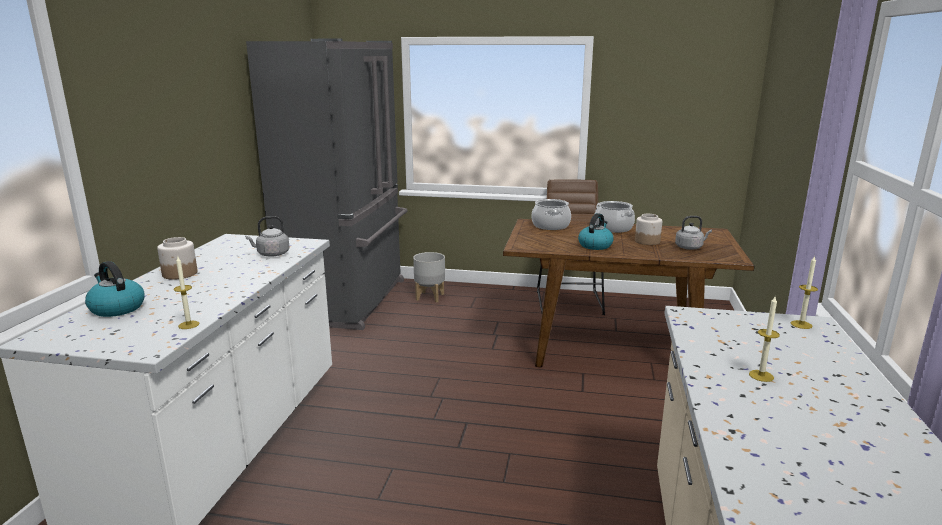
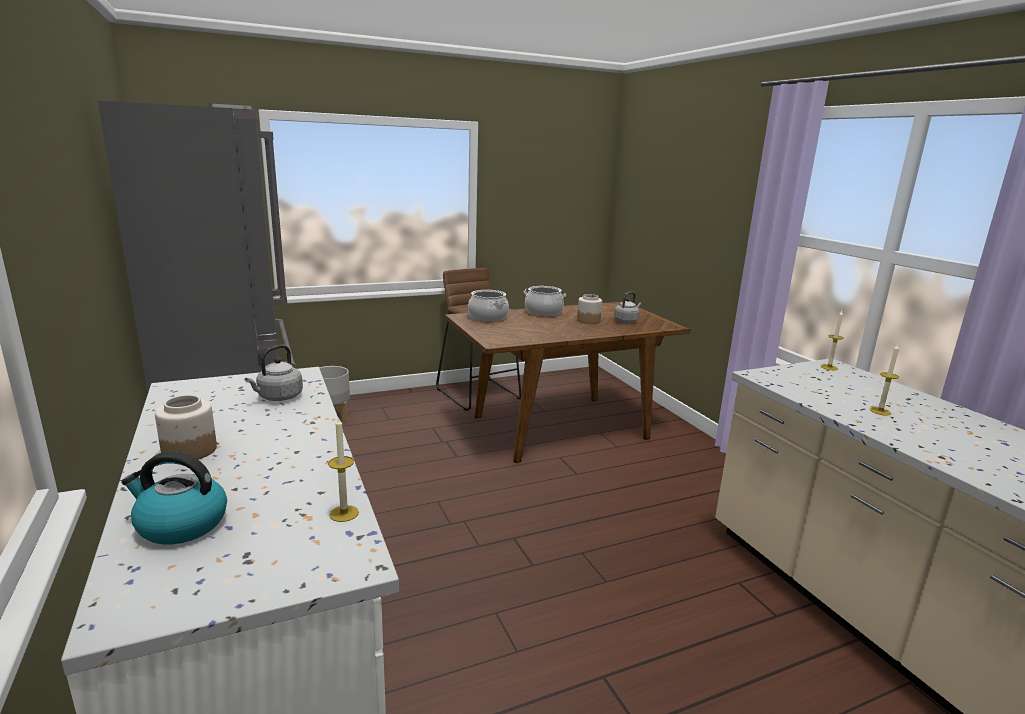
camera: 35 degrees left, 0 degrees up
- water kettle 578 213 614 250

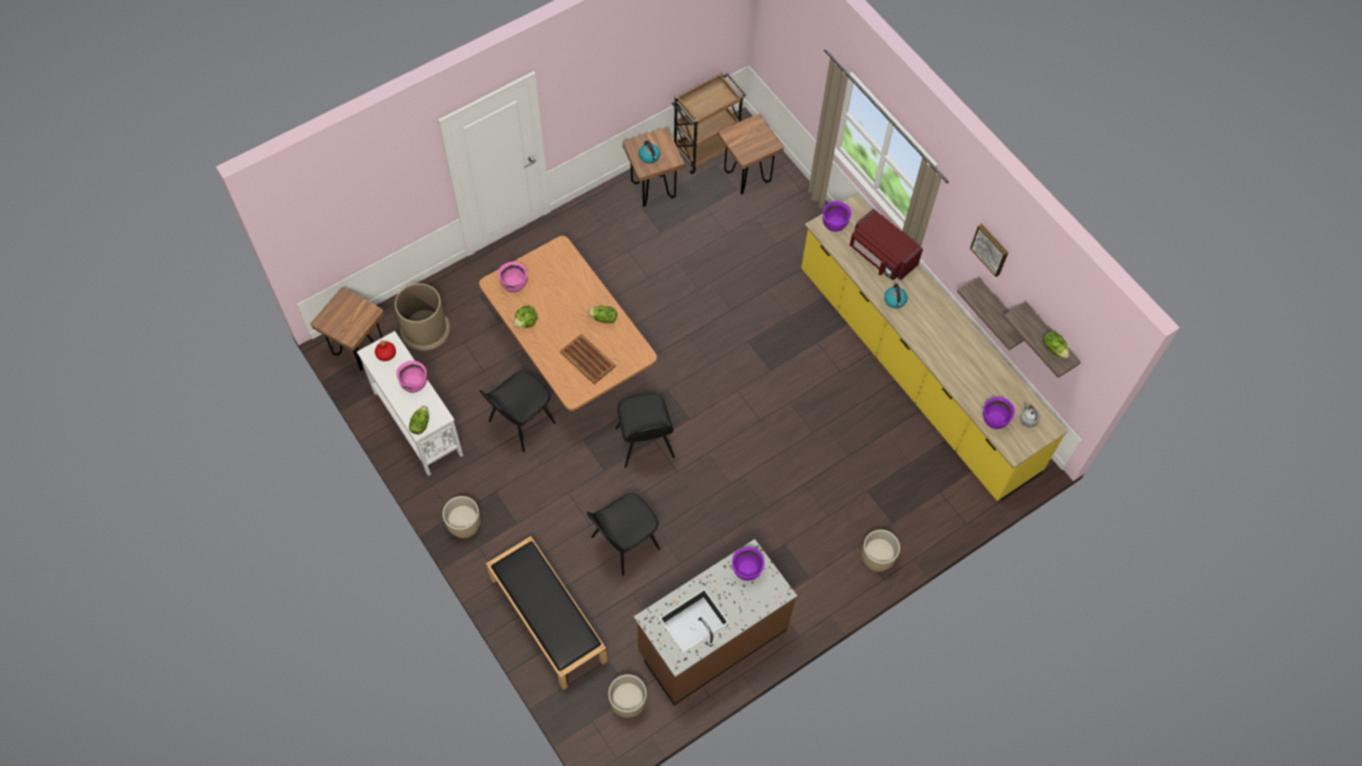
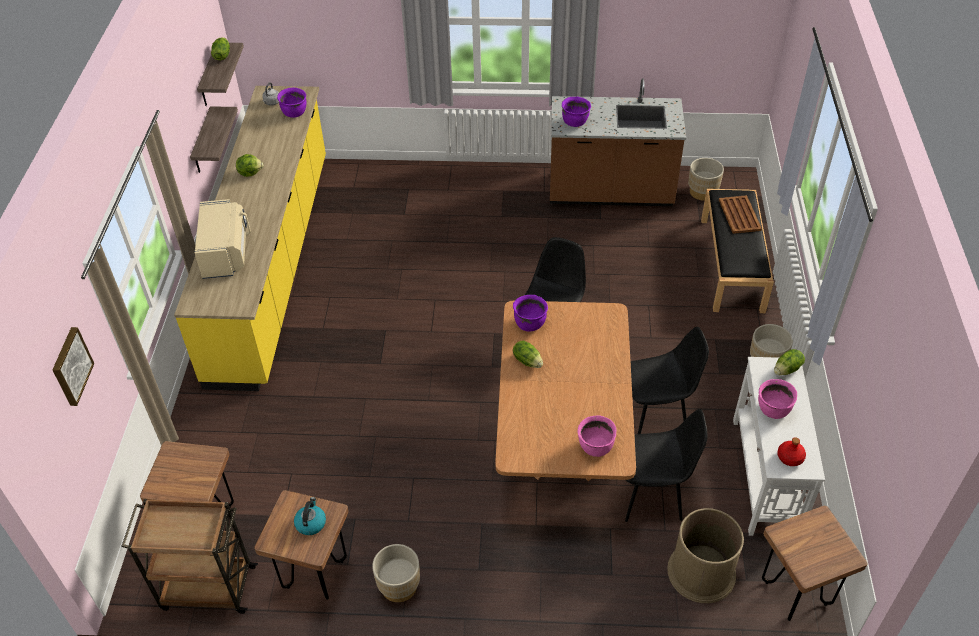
camera: 140 degrees left, 15 degrees down
~ saucepot (purplish) 823 201 851 232 to 513 295 548 332
~ microwave oven (red-coloured) 850 209 923 280 to microwave oven (beige-coloured) 195 199 251 279
~ wall picture 970 224 1008 277 to 52 327 94 406
- water kettle 884 284 908 308
~ lettuce 513 306 537 328 to 236 154 263 177
~ carrying tray (brown) 560 334 616 384 to 719 195 762 234
~ chair (black-coloured) 587 493 660 576 to 625 409 708 522
~ flower pot (beige-coloured) 862 530 900 572 to 372 544 420 602

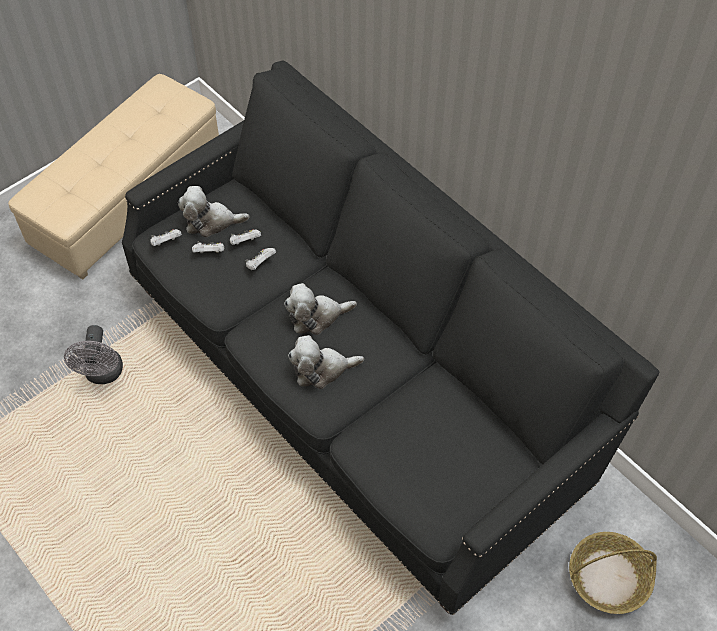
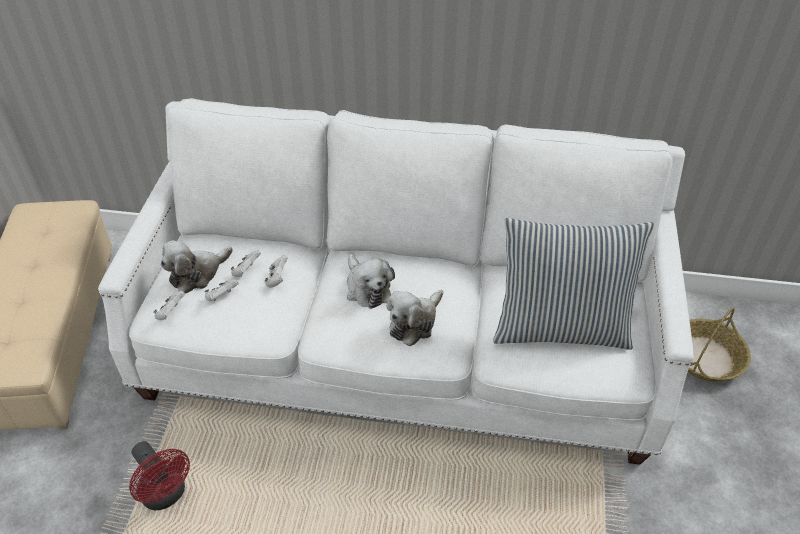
camera: 40 degrees left, 10 degrees down
~ couch (black-coloured) 122 60 659 615 to couch (whitish) 98 98 694 465
~ cuddly toy 284 283 357 335 = 347 254 395 309 60 degrees counterclockwise
~ cooling fan (grey) 64 325 123 384 to cooling fan (red-coloured) 129 441 190 510
+ throw pillow 493 218 654 350

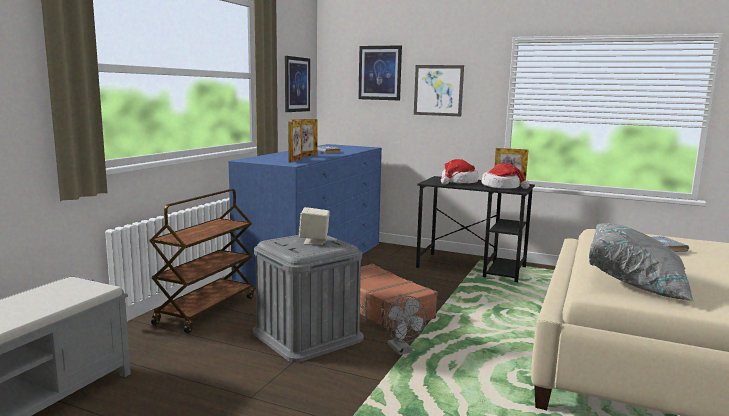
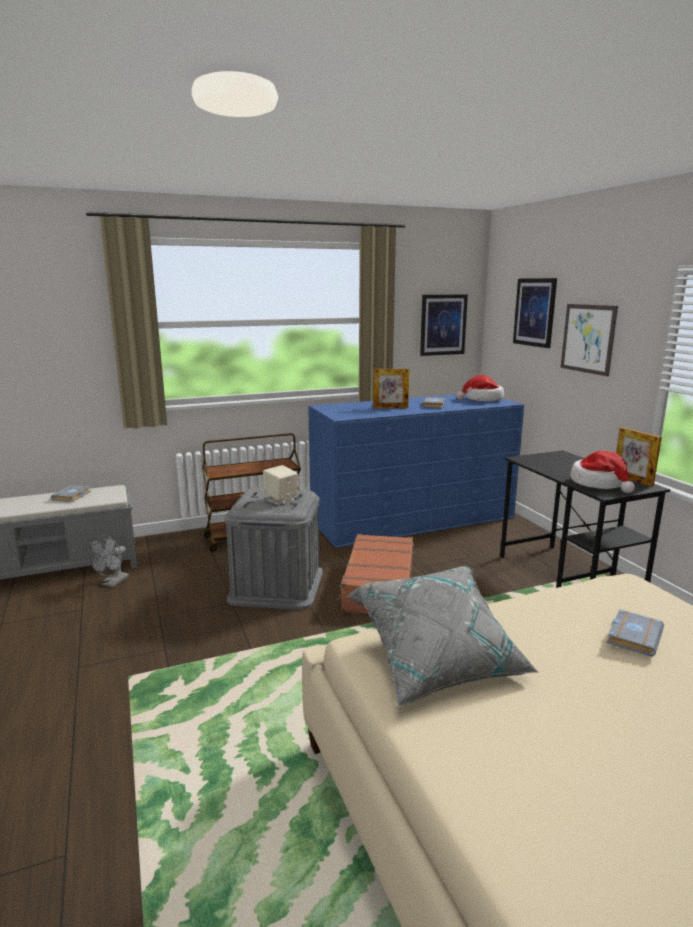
camera: 45 degrees right, 5 degrees up
- standing frame 288 120 303 163
~ wearable hat 441 159 478 185 to 456 375 504 401
~ cooling fan (grey) 386 296 427 355 to 88 535 129 587
+ book (grey) 51 485 91 502

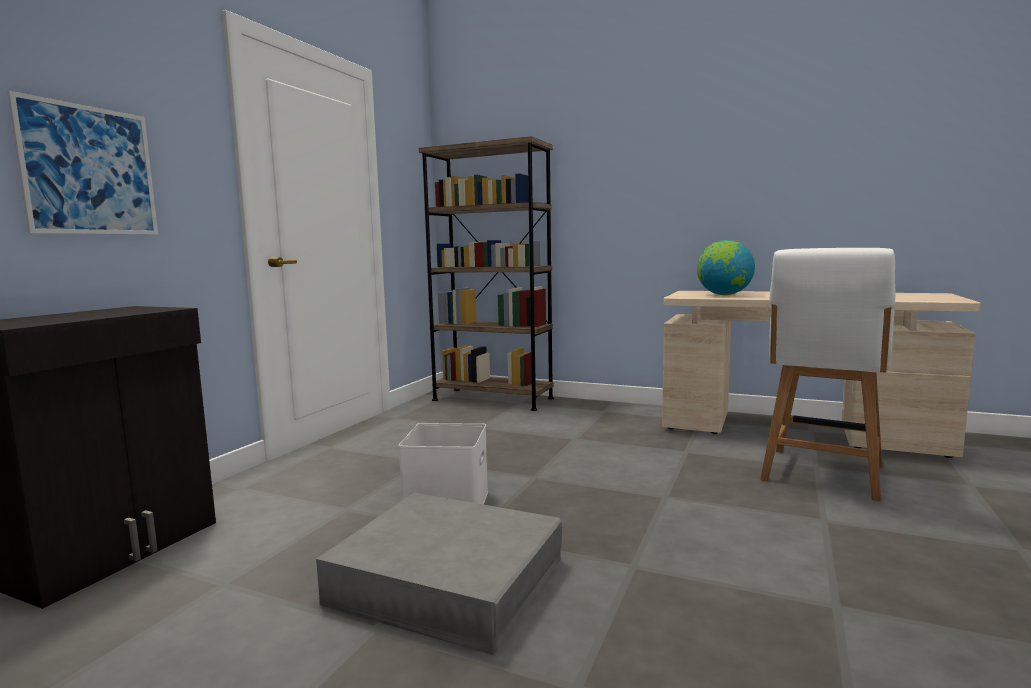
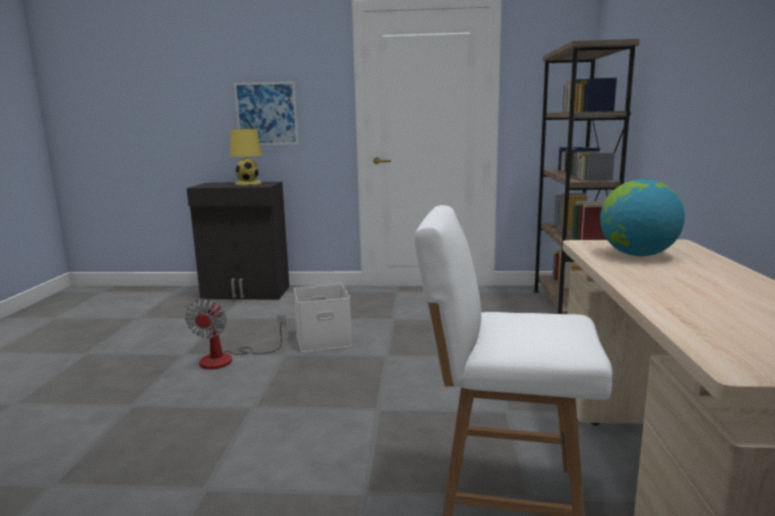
camera: 70 degrees right, 5 degrees up
~ storage box (grey) 316 493 562 655 to cooling fan 185 299 286 369
+ tabletop lamp (yellow-coloured) 230 129 262 185

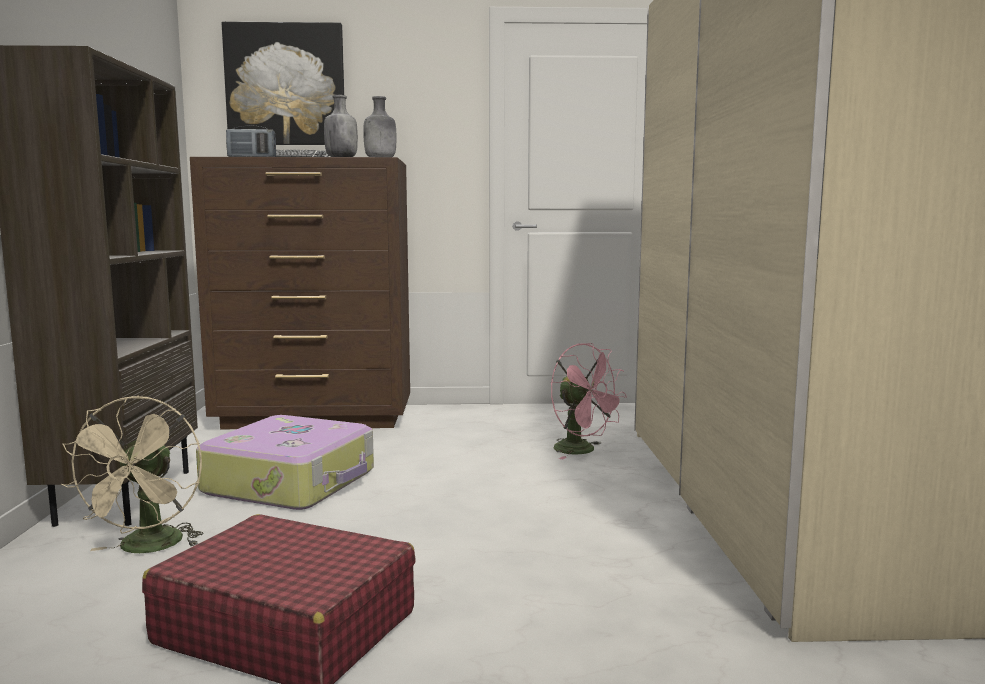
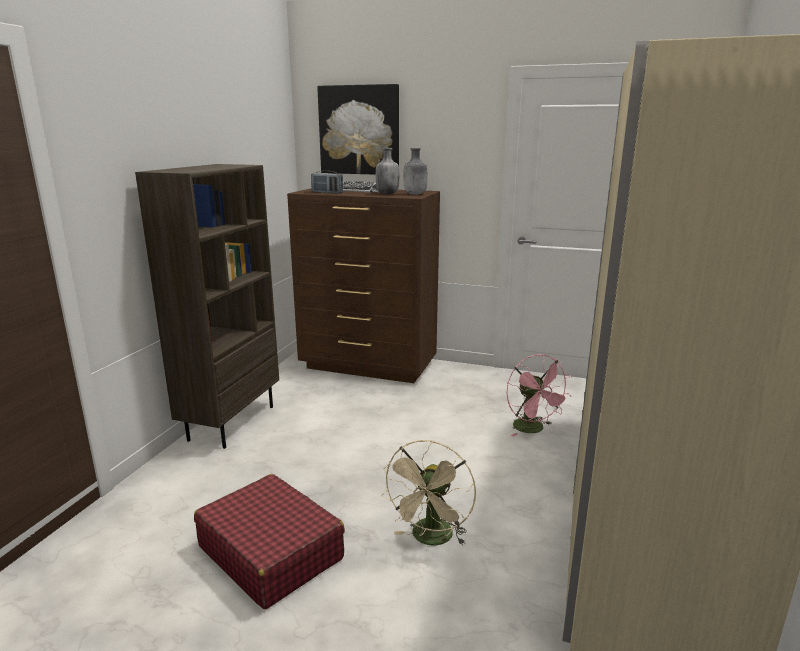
camera: 20 degrees right, 10 degrees up
~ cooling fan (beige-coloured) 61 395 204 553 to 381 440 476 546
- travel case 196 415 374 510

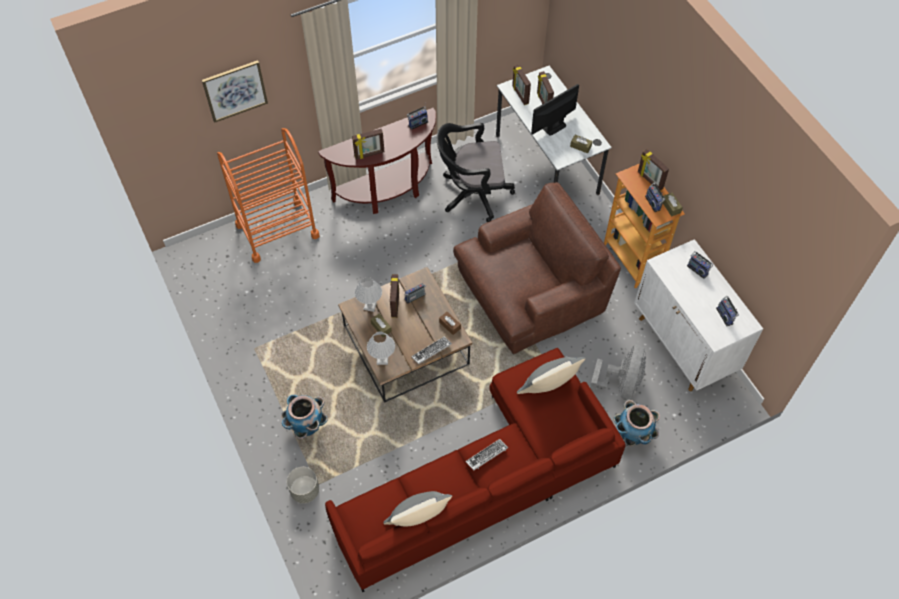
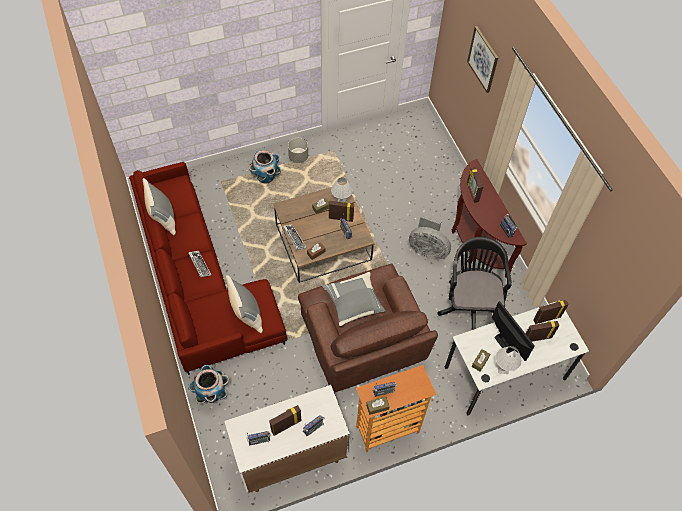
camera: 95 degrees right, 0 degrees up
- cart (orange-coloured) 217 128 320 263
~ standing frame 638 149 669 191 to 269 405 302 436
~ tabletop lamp (whitish) 367 331 395 365 to 496 346 522 374
~ cooling fan (grey) 590 344 646 400 to 409 214 451 260
~ flower pot (grey) 287 467 319 503 to 288 138 308 163
+ throw pillow (grey) 322 272 386 326

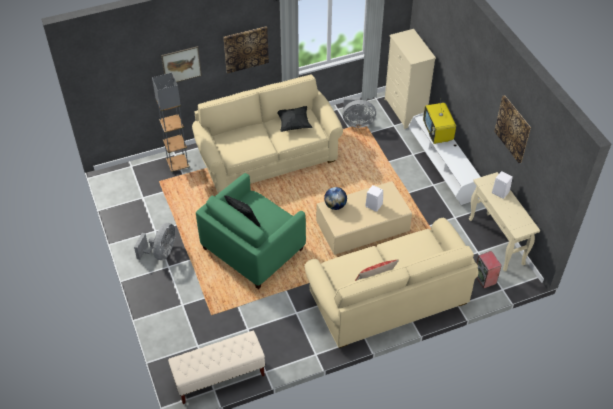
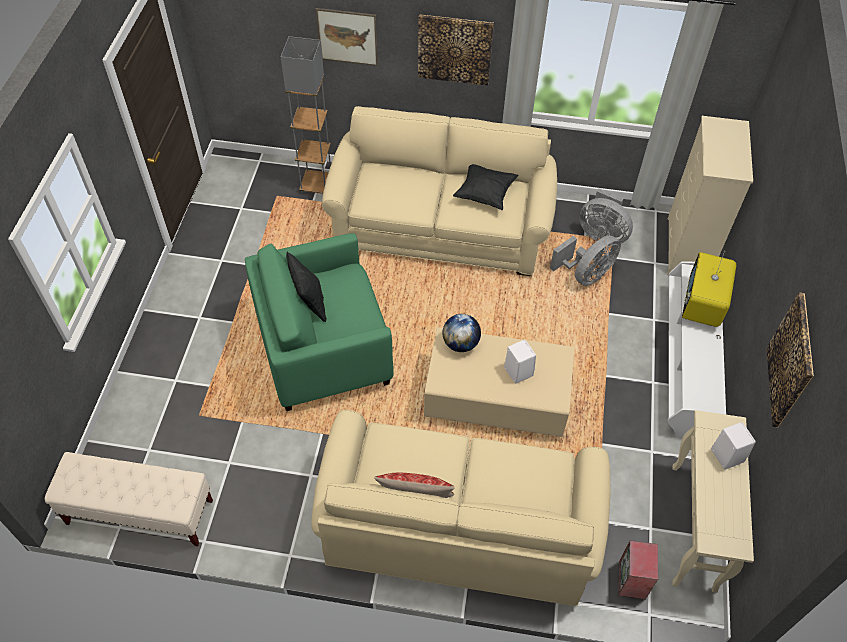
camera: 30 degrees right, 5 degrees up
~ cooling fan (grey) 134 223 175 260 to 550 235 621 286

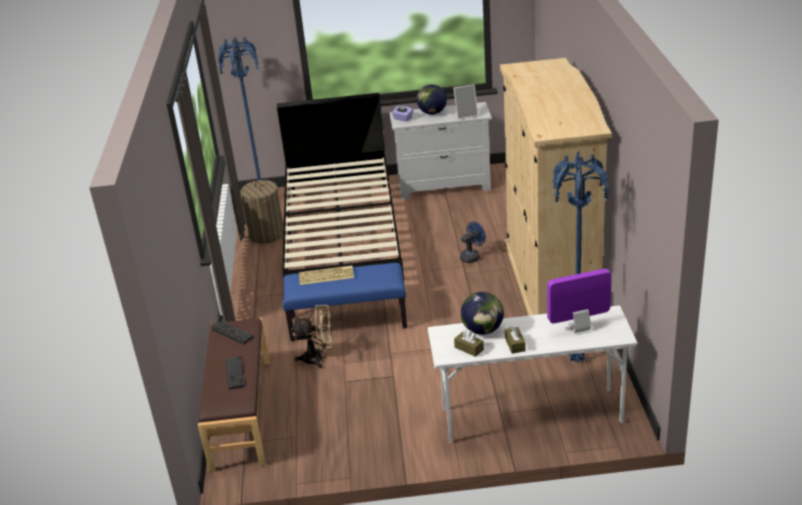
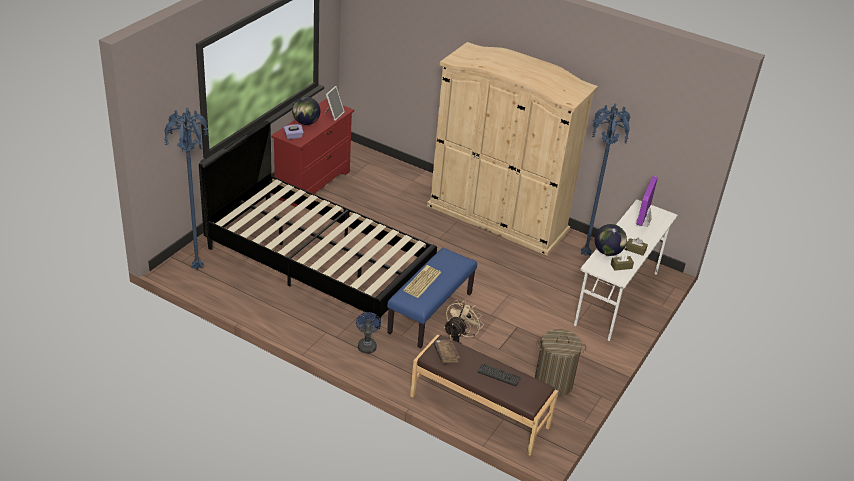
camera: 60 degrees left, 5 degrees up
~ dresser (whitish) 389 102 492 200 to dresser (red-coloured) 271 99 354 207
~ washing basket 240 180 284 244 to 535 329 586 397
~ cooling fan (blue-coloured) 460 221 486 263 to 356 312 381 354
~ keyboard 212 321 254 344 to book (brown) 433 339 460 364

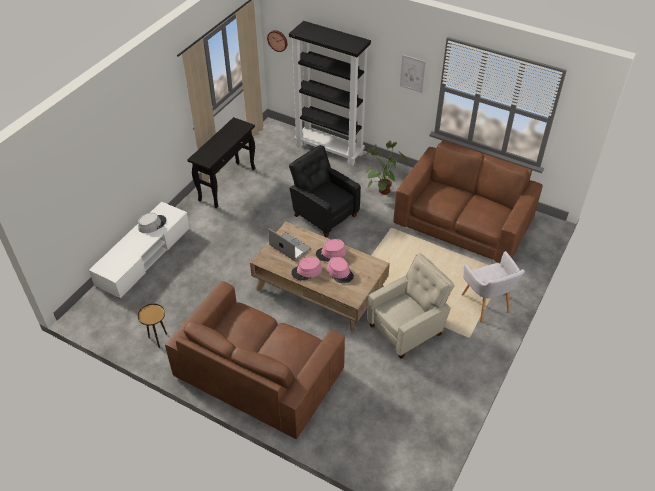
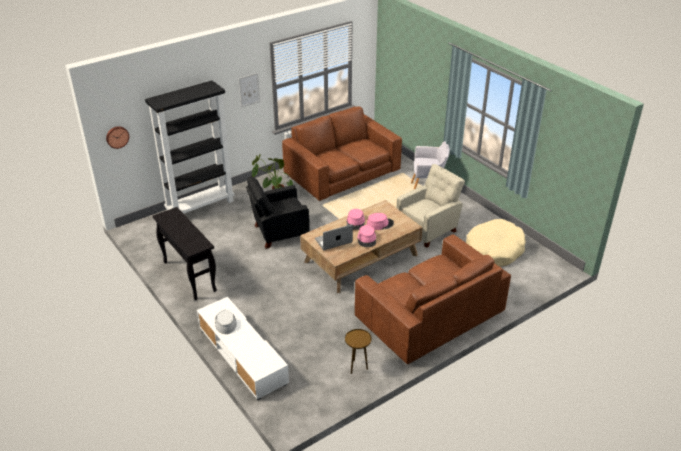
camera: 65 degrees left, 10 degrees down
~ easy chair (beige-coloured) 367 253 455 359 = 397 164 465 248 60 degrees clockwise
+ pet bed (beige-coloured) 466 219 526 267

